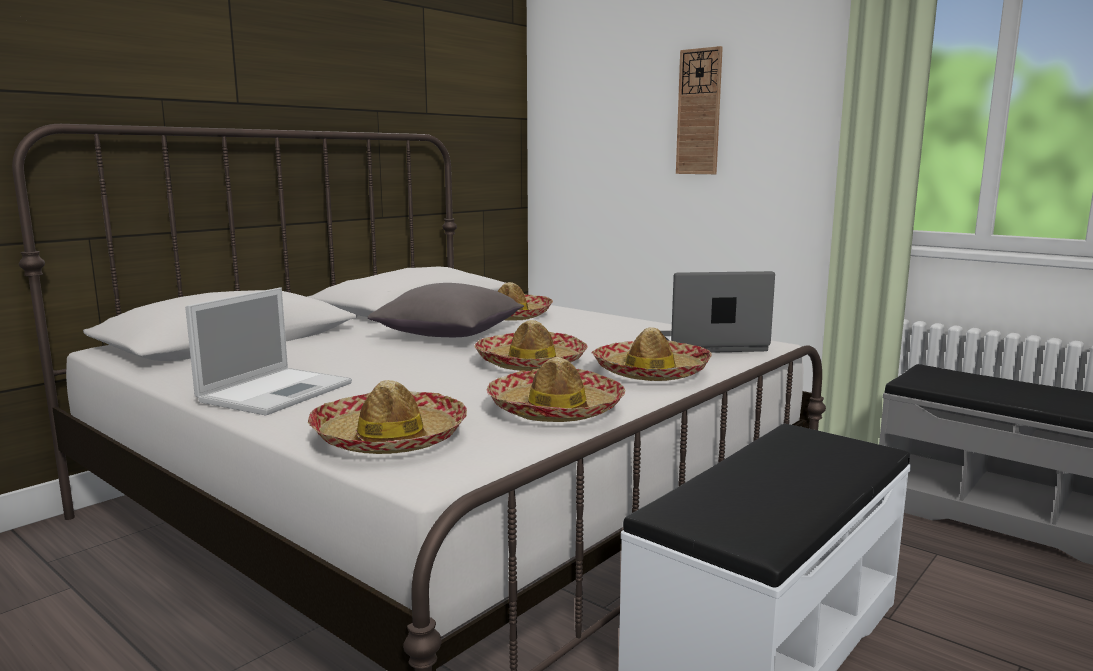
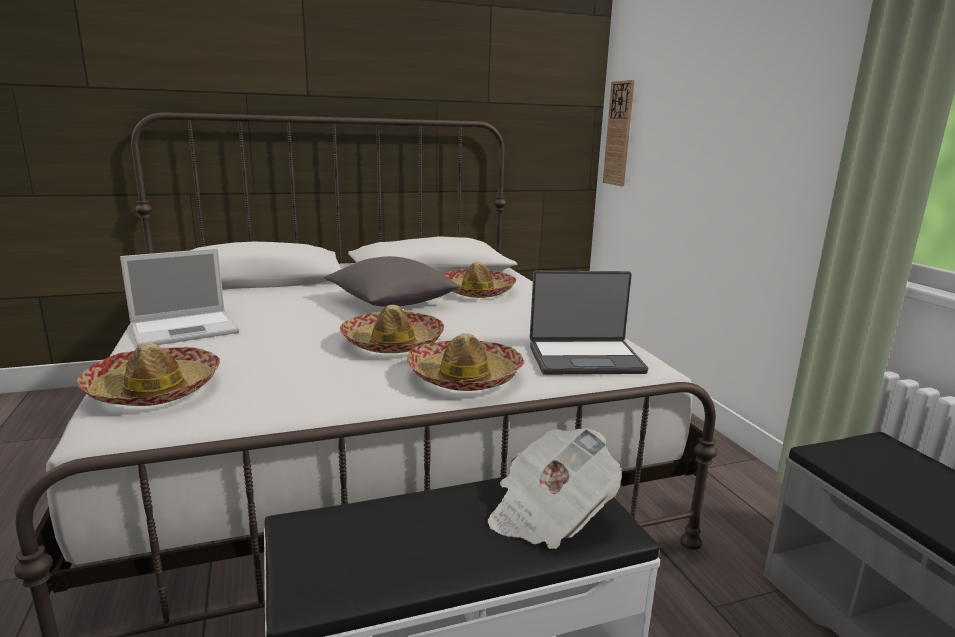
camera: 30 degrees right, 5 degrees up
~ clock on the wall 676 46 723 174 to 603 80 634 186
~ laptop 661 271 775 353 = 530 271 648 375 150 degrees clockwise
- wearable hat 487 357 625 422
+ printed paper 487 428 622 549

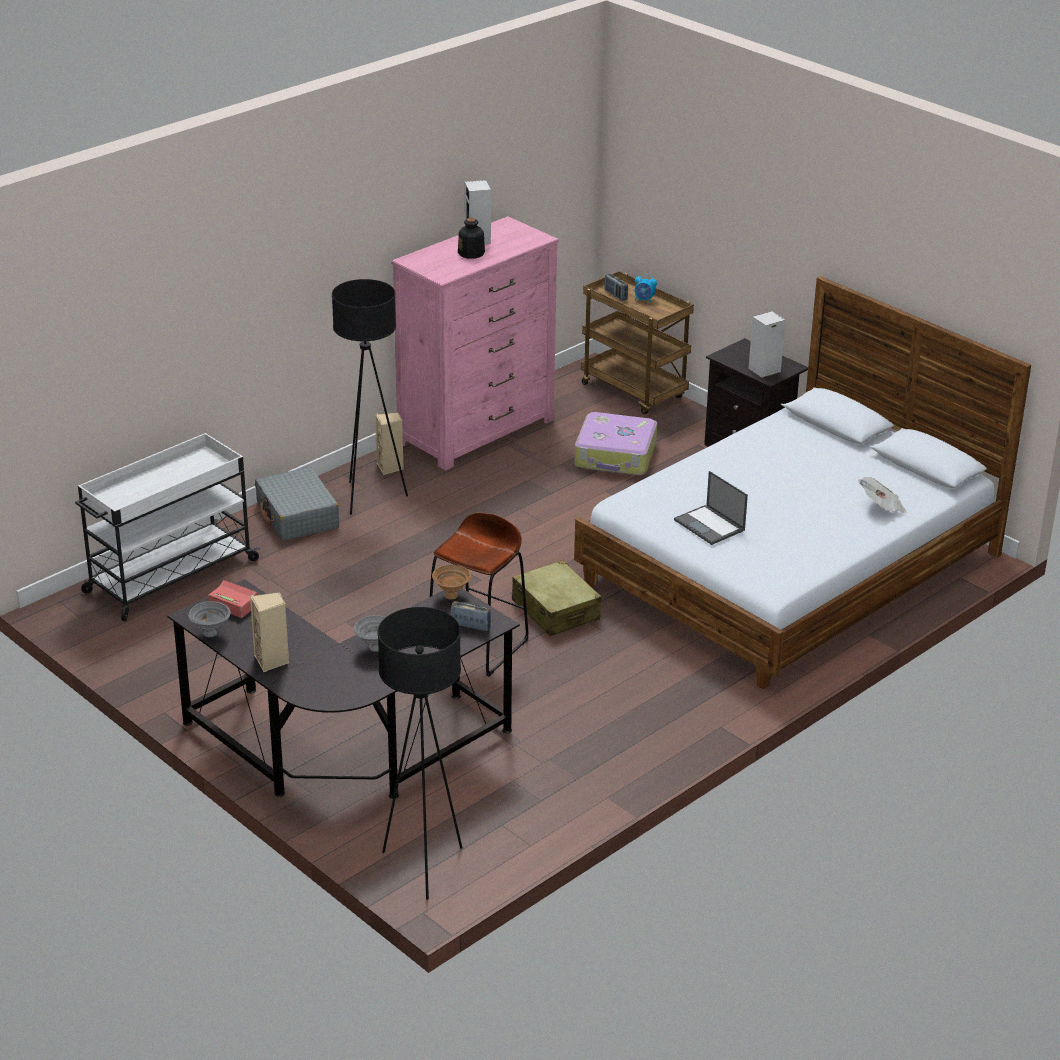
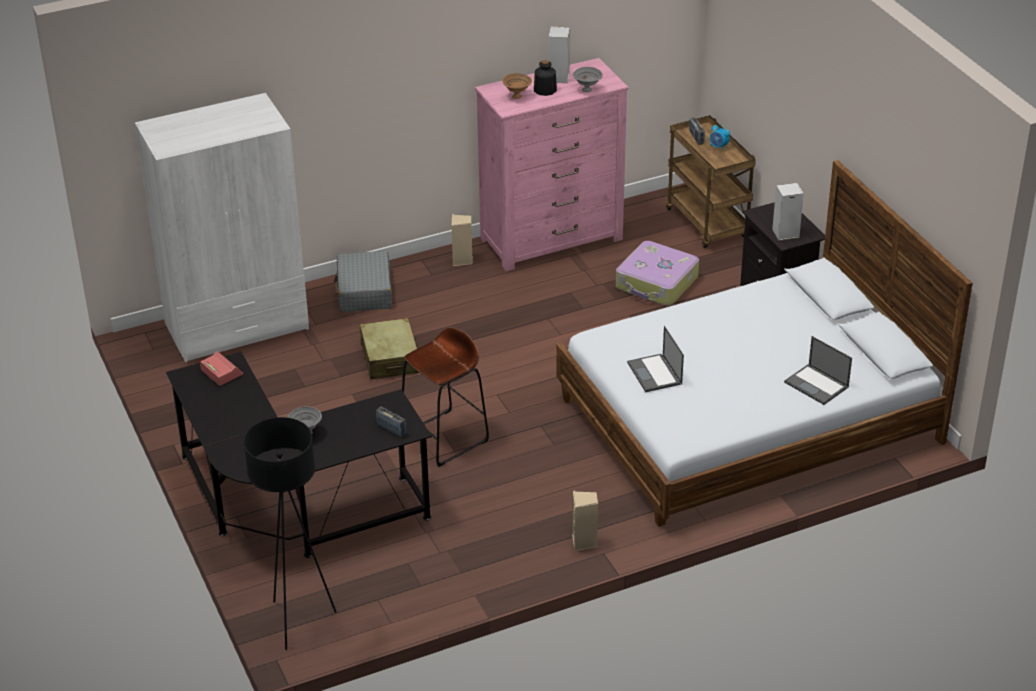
camera: 20 degrees right, 5 degrees up
- floor lamp (black-coloured) 332 279 408 515
~ cart (whitish) 75 433 260 621 to armoire (whitish) 135 93 309 363
~ printed paper 858 477 908 513 to laptop 784 336 852 405
~ travel case (beige-coloured) 512 560 602 636 to 360 318 419 379
~ bowl (brown) 432 565 471 600 to 502 73 532 99
~ audio speaker (beige-coloured) 250 592 289 672 to 572 490 598 551
~ bowl (grey) 188 601 231 637 to 573 67 603 92

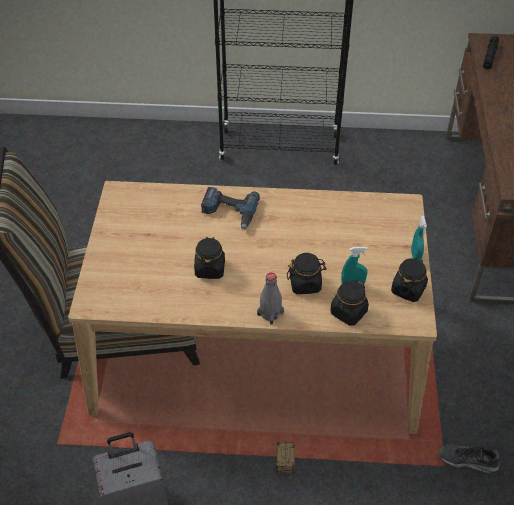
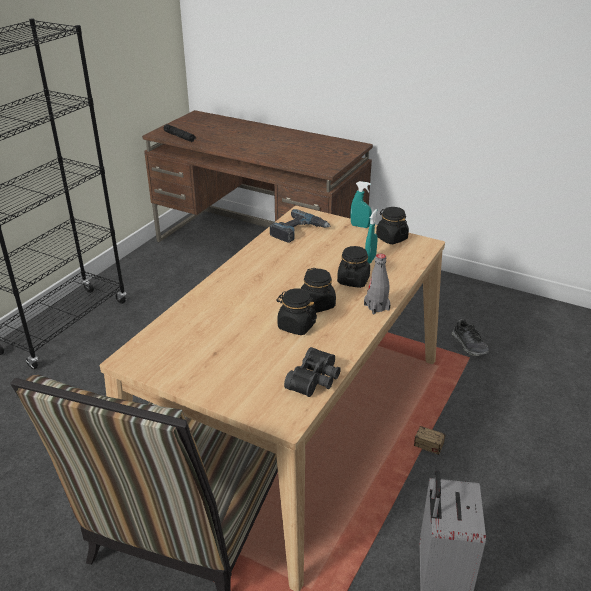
camera: 65 degrees left, 15 degrees down
~ power drill 201 187 260 230 to 270 209 330 243
~ storage jar (black-coloured) 330 280 369 326 to 301 268 336 313
~ item of footwear 439 444 500 473 = 452 319 489 356 60 degrees counterclockwise
+ pair of binoculars (black-coloured) 284 347 341 397

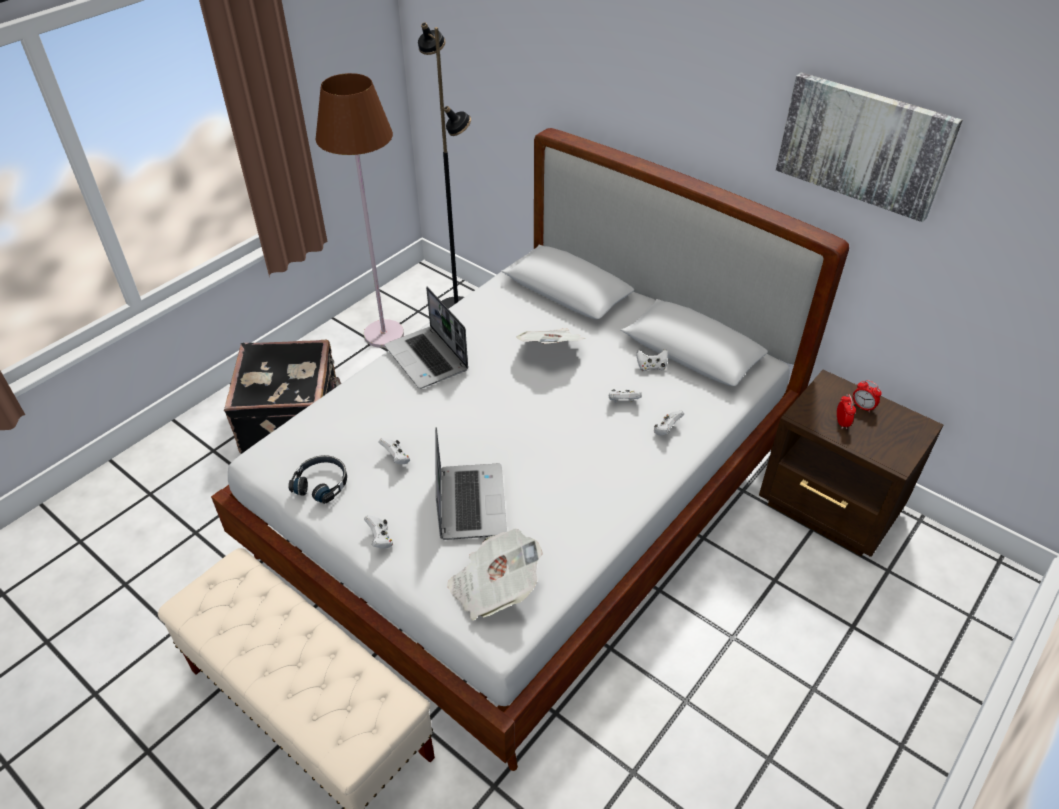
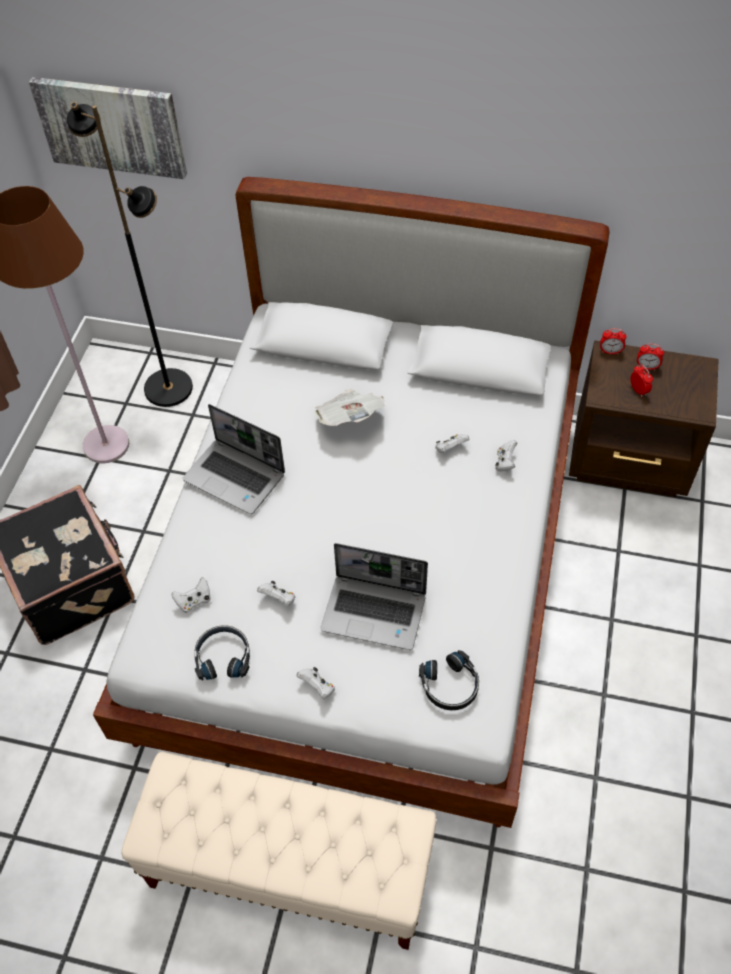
camera: 25 degrees left, 10 degrees up
~ wall picture 776 72 963 222 to 29 77 187 179
~ game controller (whitish) 636 349 668 372 to 172 577 211 613
~ laptop 435 427 507 540 = 320 543 428 650 135 degrees clockwise
~ printed paper 447 529 543 620 to pair of headphones (black-coloured) 419 650 479 710
+ table clock 600 328 627 355

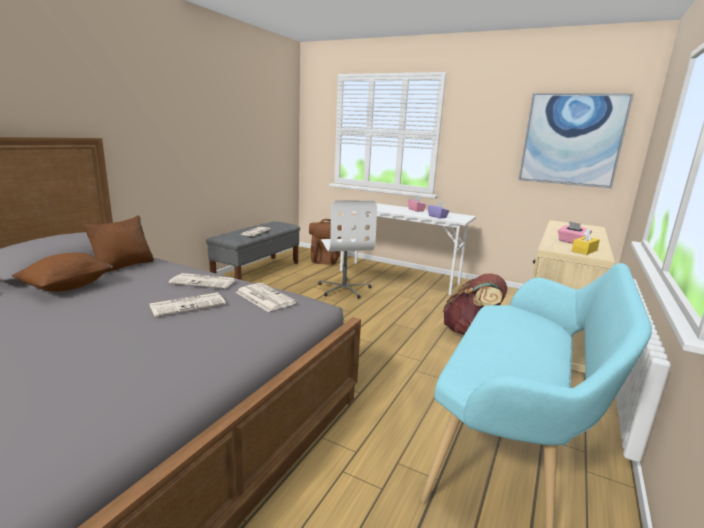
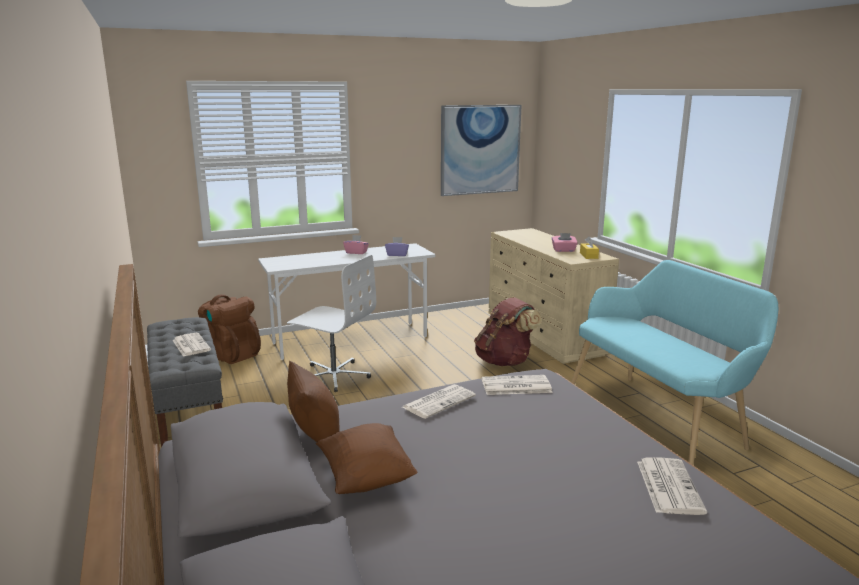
camera: 50 degrees left, 0 degrees up
~ printed paper 149 292 226 317 to 637 457 707 515

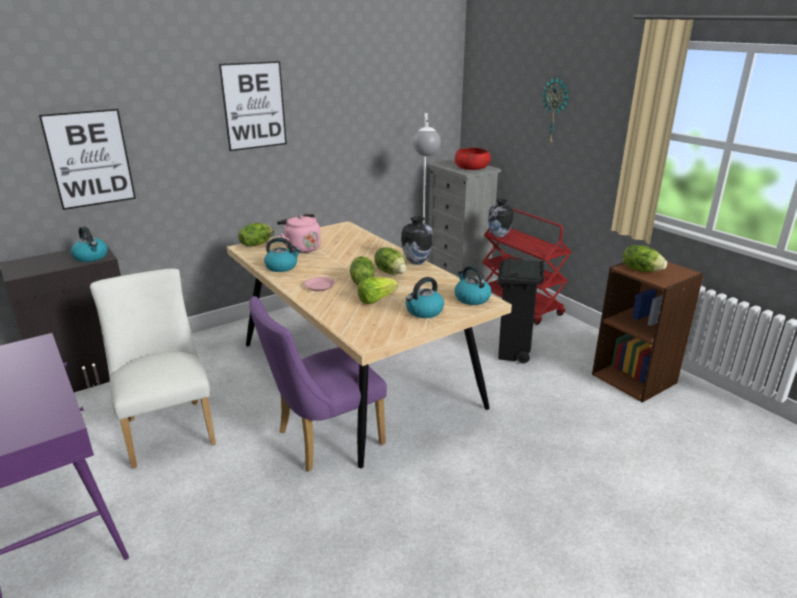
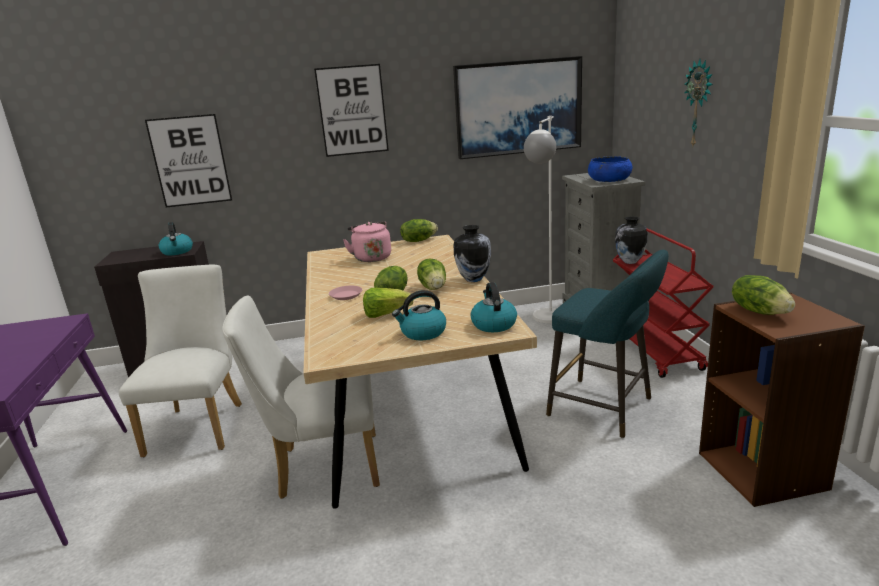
camera: 25 degrees right, 5 degrees down
~ bowl (red-coloured) 455 147 491 170 to bowl (blue-coloured) 588 156 633 182
~ lettuce 238 223 274 246 to 400 219 438 242
- water kettle 264 237 301 272
~ rubbish bin (black-coloured) 497 257 544 363 to stool seat (turquoise-coloured) 546 250 669 438
~ chair (purplish) 249 296 387 471 to chair (whitish) 222 295 380 499
+ wall picture 453 56 582 159

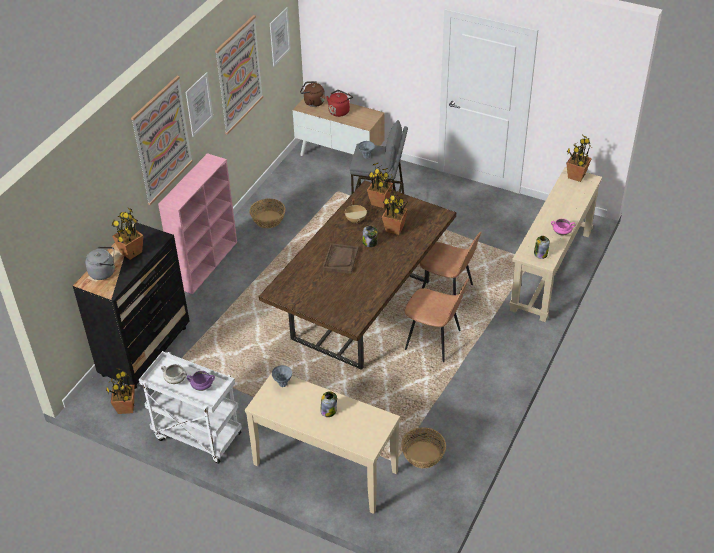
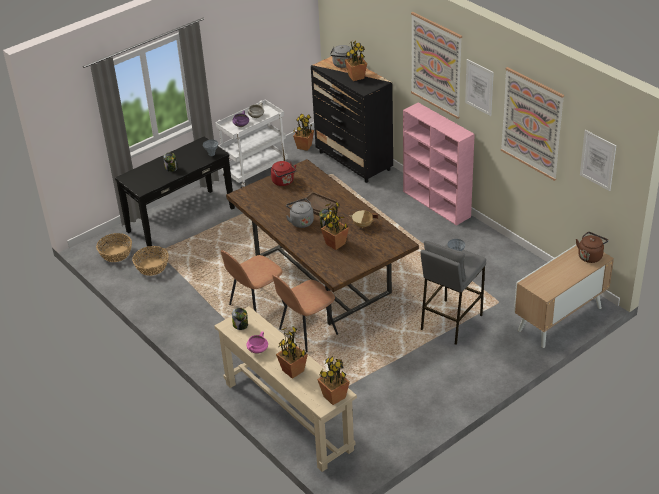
camera: 115 degrees right, 5 degrees down
~ water kettle (red-coloured) 326 90 353 117 to 271 161 296 186
~ plant in a pot 367 163 393 208 to 276 326 308 379
~ storage basket 249 199 285 228 to 96 233 132 262
~ narrow table (beige-coloured) 245 373 400 514 to narrow table (black-coloured) 115 137 235 250
+ water kettle (grey) 286 198 314 228

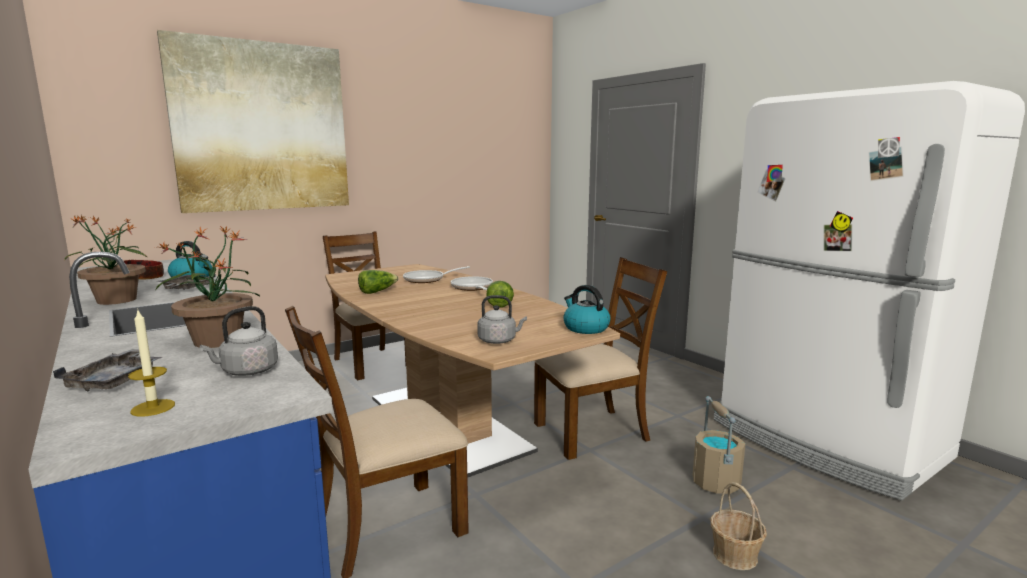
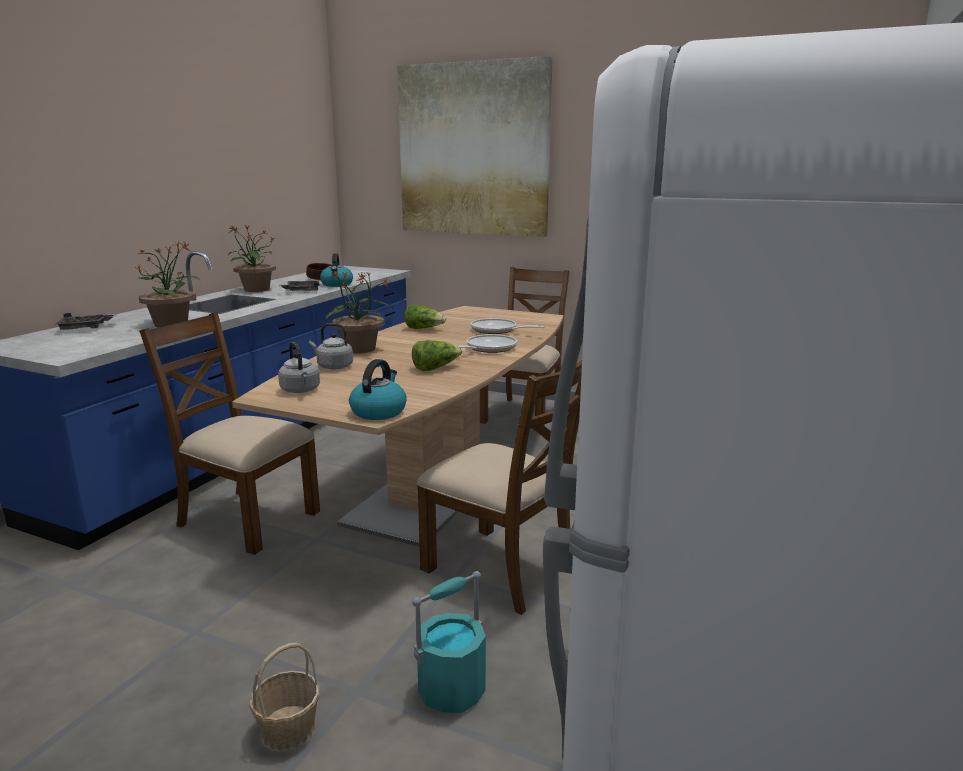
camera: 60 degrees right, 5 degrees up
~ water kettle (grey) 200 306 278 376 to 309 323 353 369
- candle 128 308 175 417
~ bucket (beige-coloured) 693 396 746 494 to bucket (turquoise-coloured) 412 571 486 713
+ plant in a pot 326 271 393 353

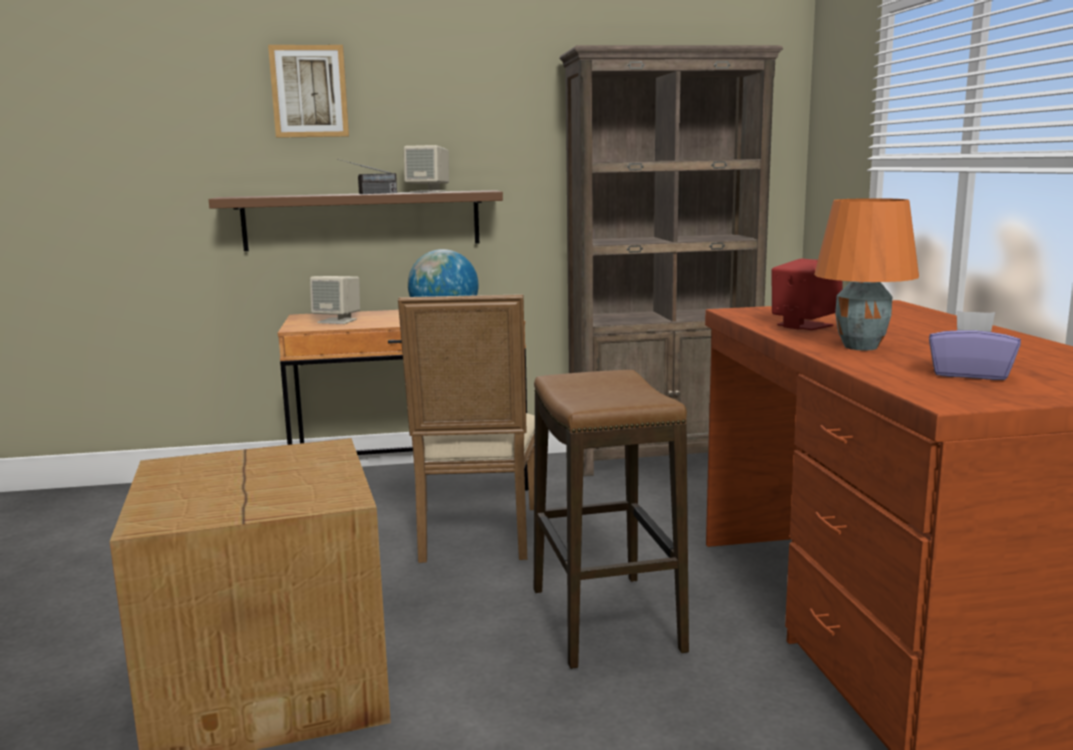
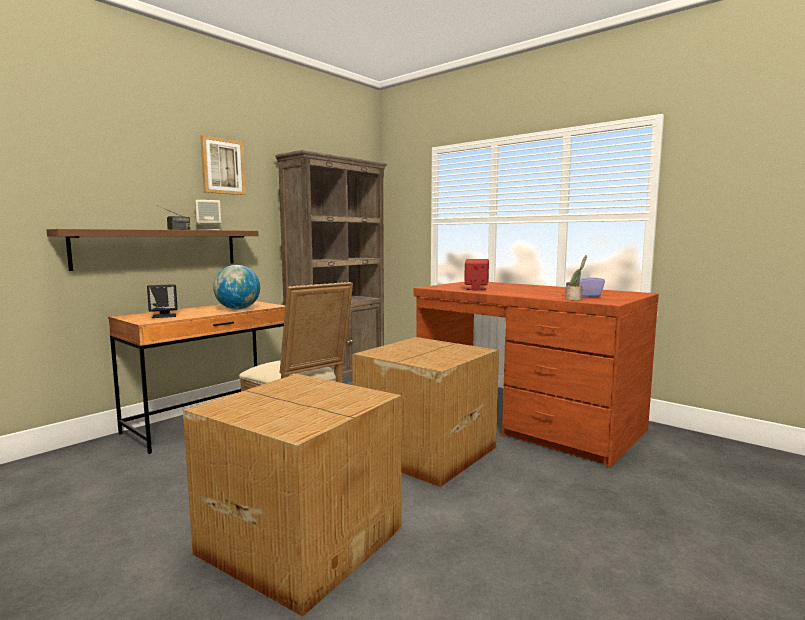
camera: 40 degrees left, 5 degrees down
~ wall picture 268 45 349 138 to 200 135 246 195
- tabletop lamp (orange-coloured) 814 198 919 350
~ audio speaker (beige-coloured) 310 276 360 324 to audio speaker (black-coloured) 147 284 178 318
~ stool seat 534 370 689 669 to carton 352 337 499 487
+ plant in a pot 565 255 587 301

